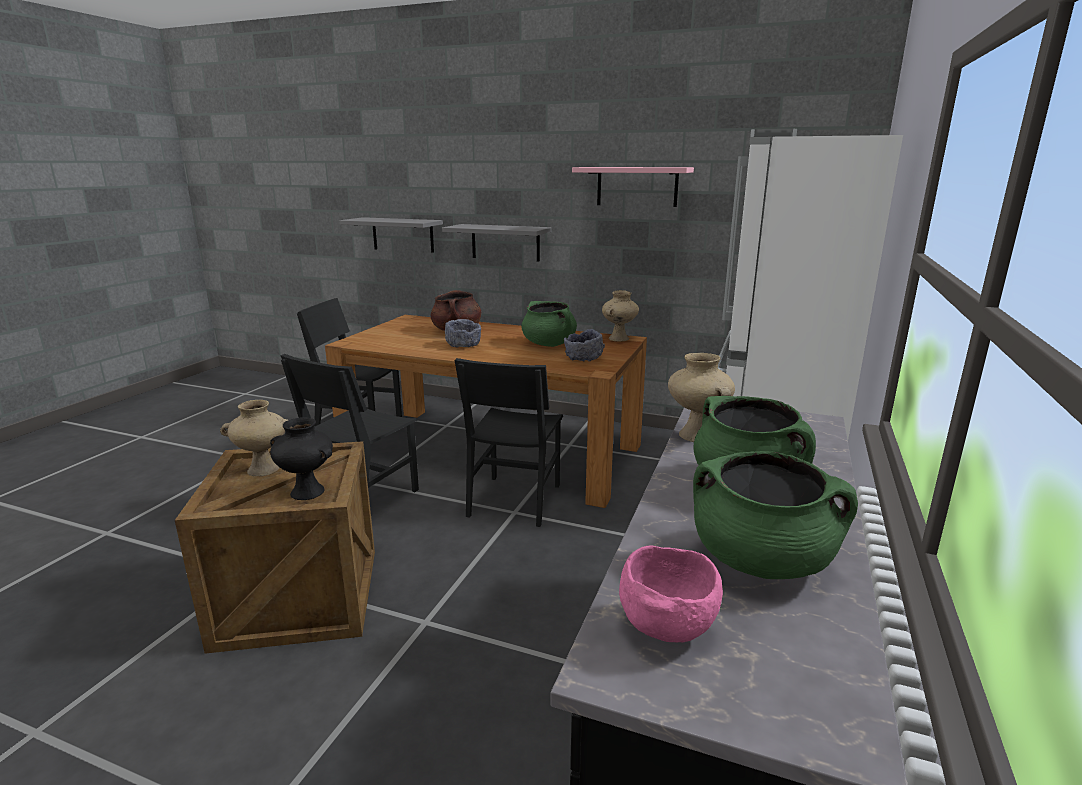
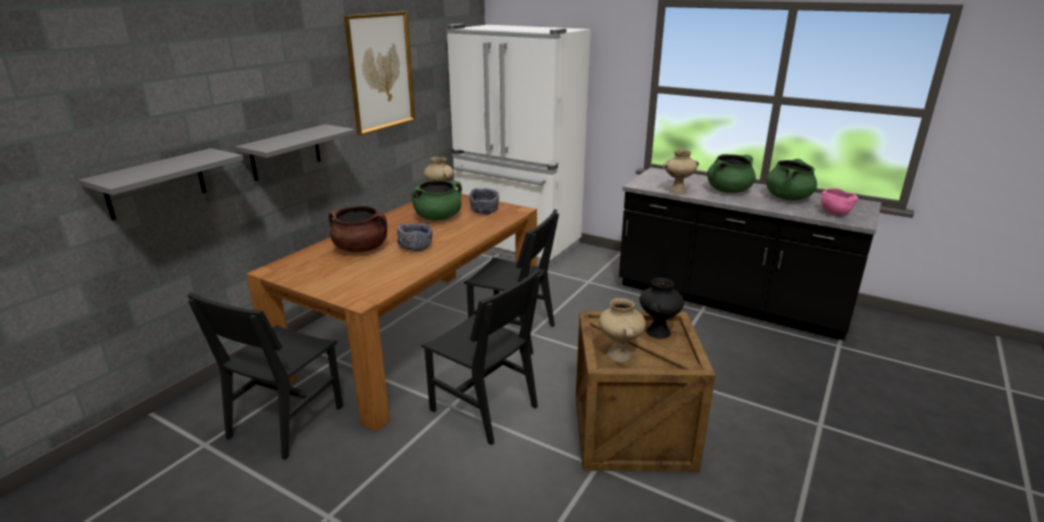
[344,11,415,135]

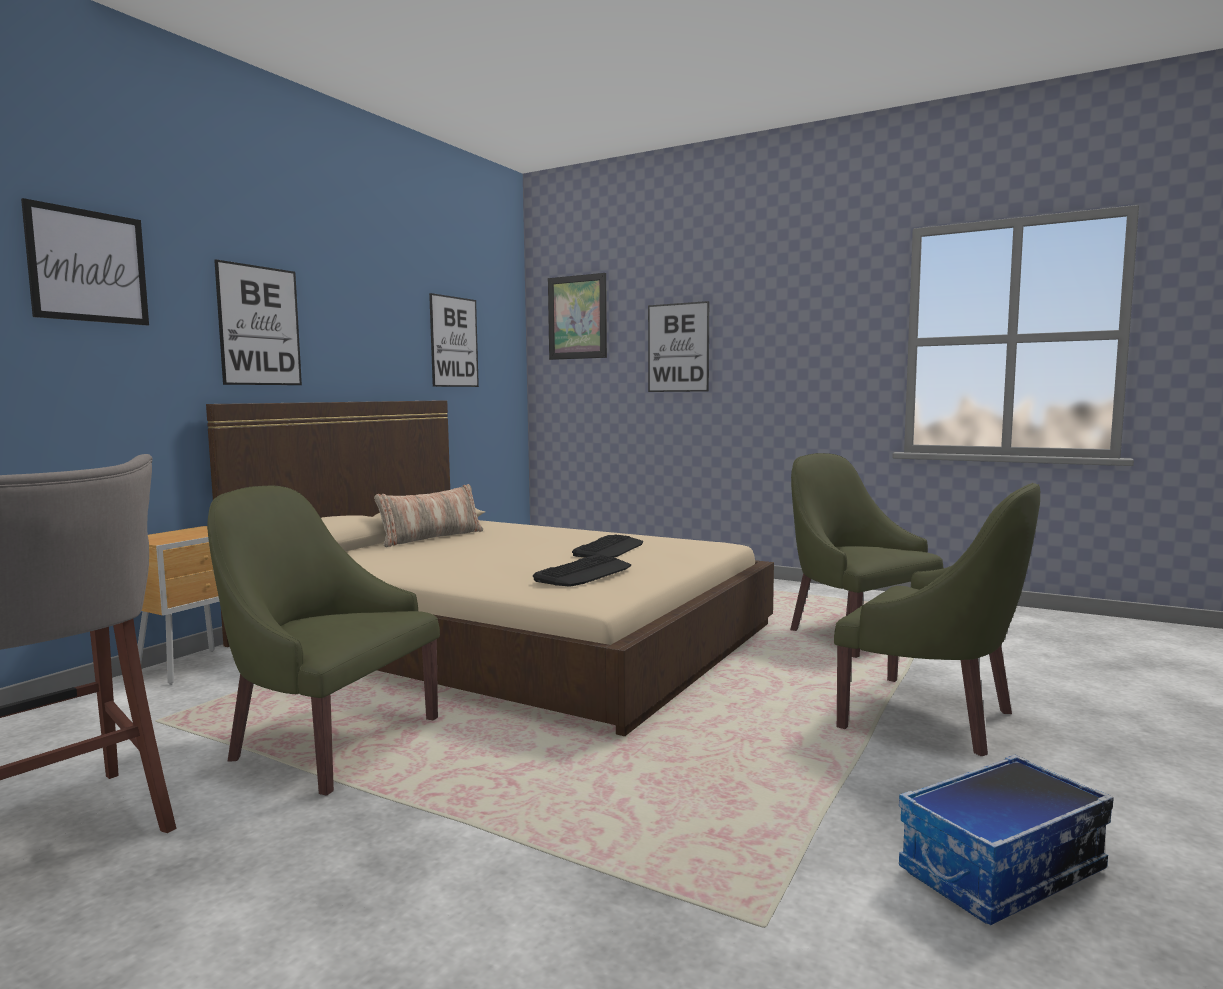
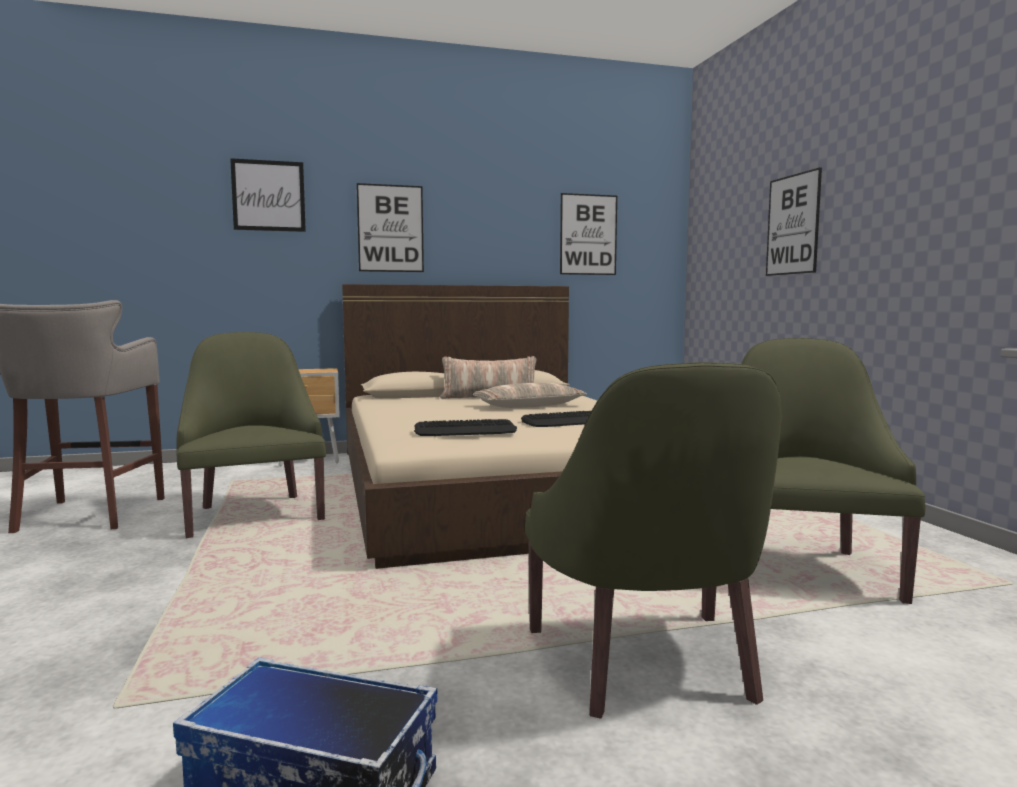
[548,273,607,360] (first image)
[473,383,587,408]

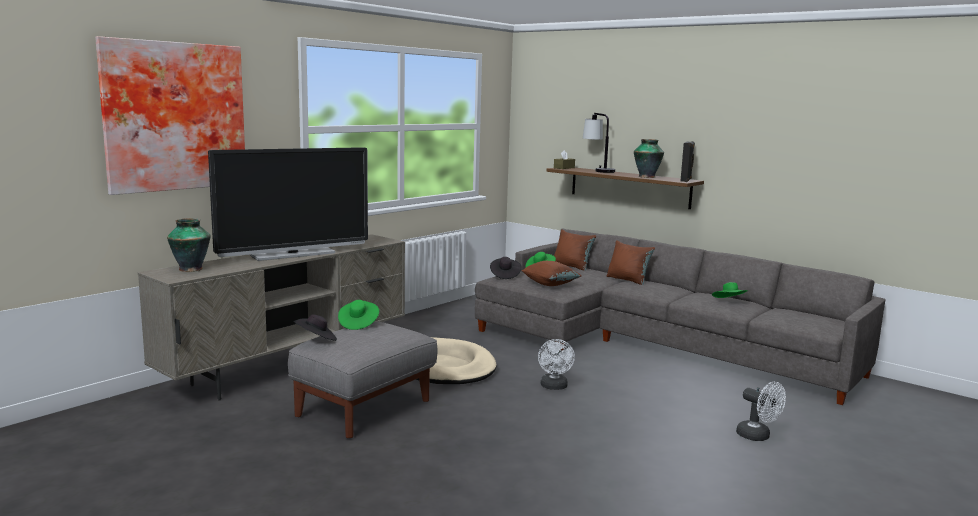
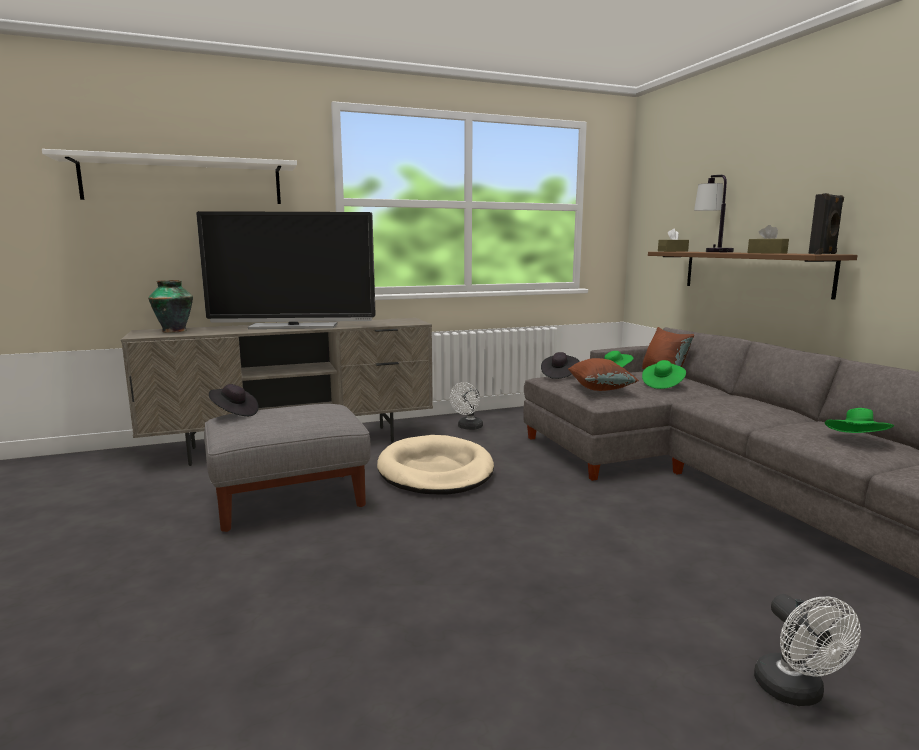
[607,240,655,285] (first image)
[642,360,686,389]
[450,382,483,430]
[42,149,297,204]
[748,225,789,254]

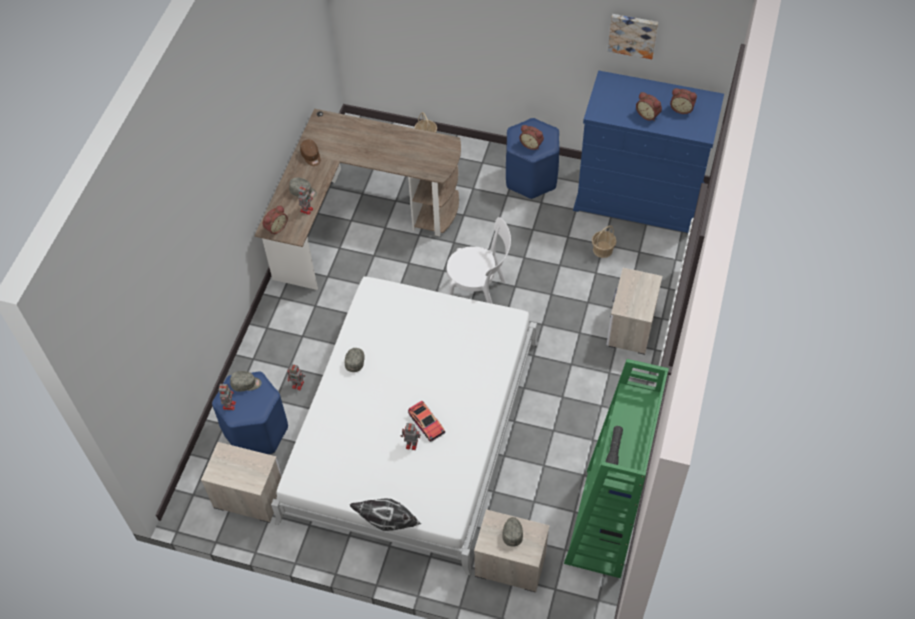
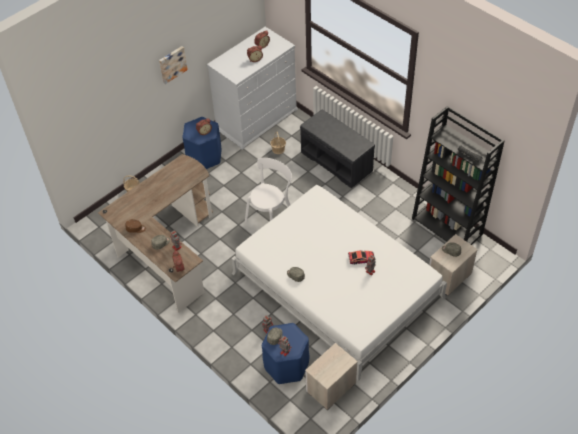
[350,499,421,531] (first image)
[159,46,188,84]
[300,110,375,188]
[412,106,505,245]
[207,27,298,150]

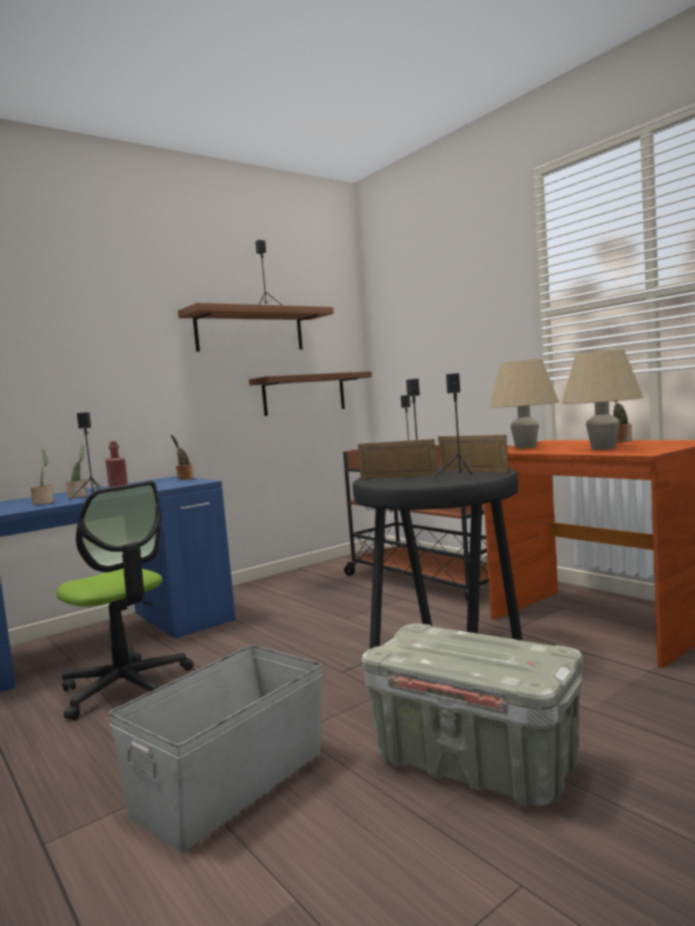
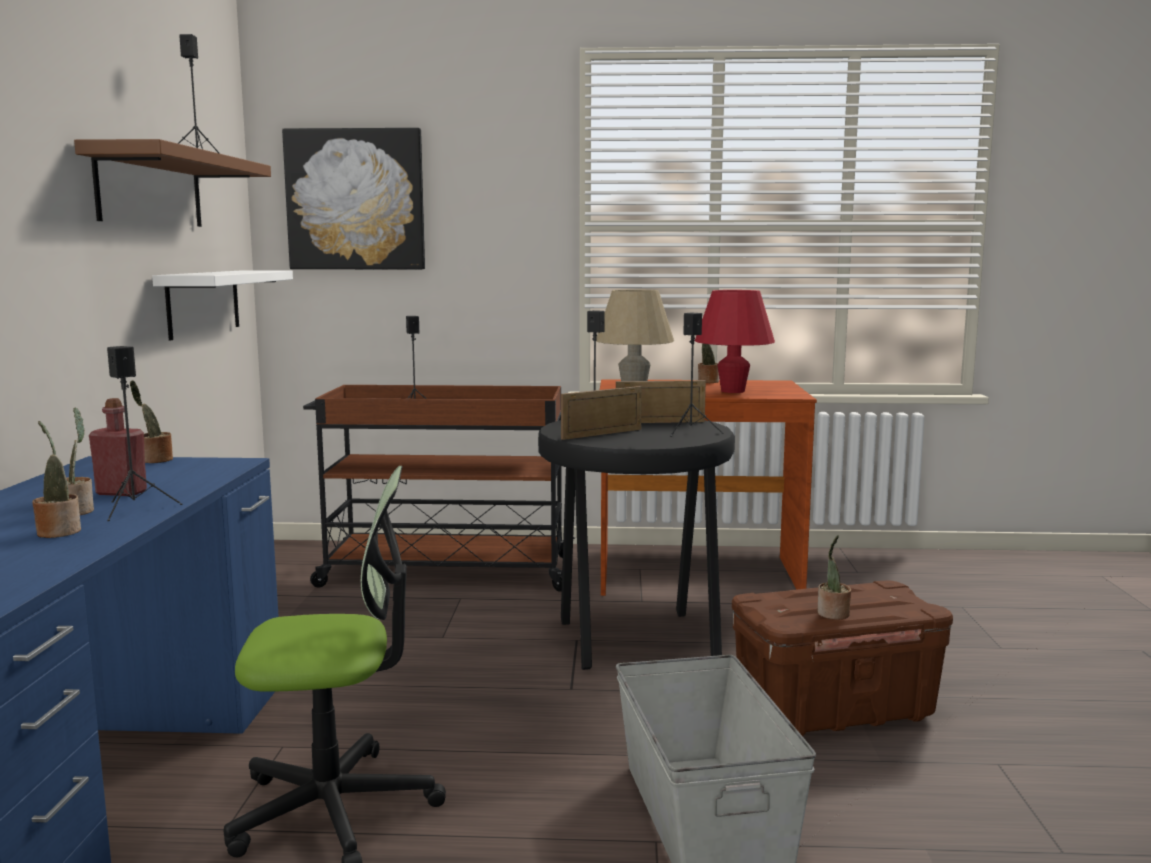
[282,128,425,270]
[817,535,851,620]
[152,270,293,340]
[732,580,953,736]
[695,290,775,393]

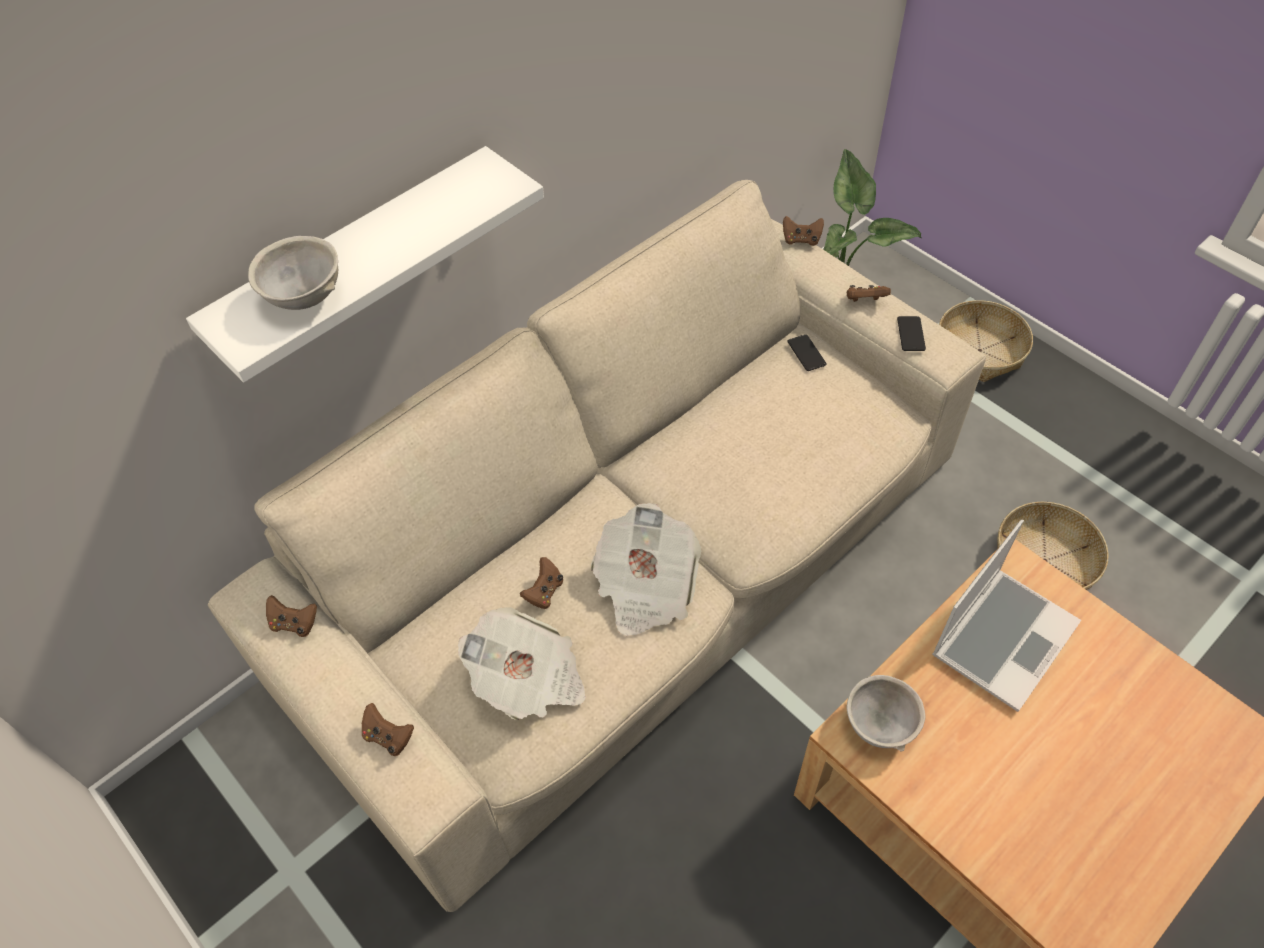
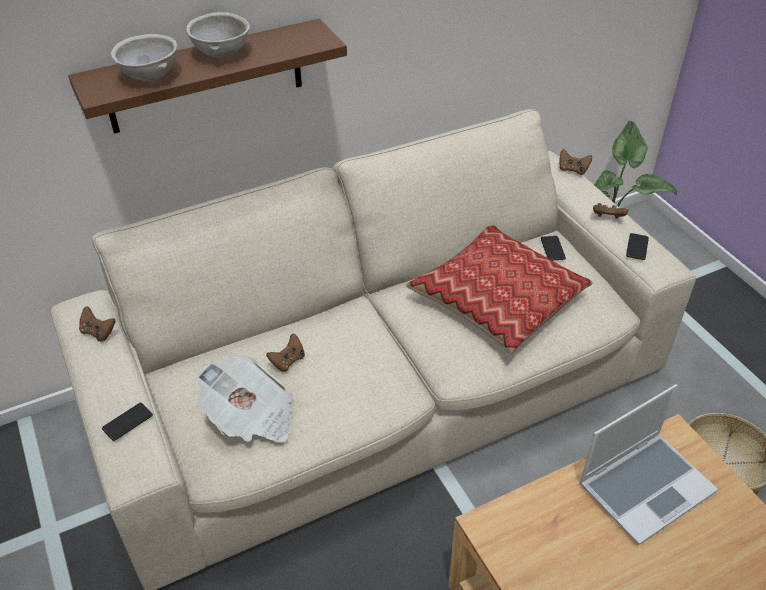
[591,503,701,636] (first image)
[939,300,1033,382] (first image)
[406,225,592,354]
[186,12,250,58]
[102,403,153,441]
[68,19,347,134]

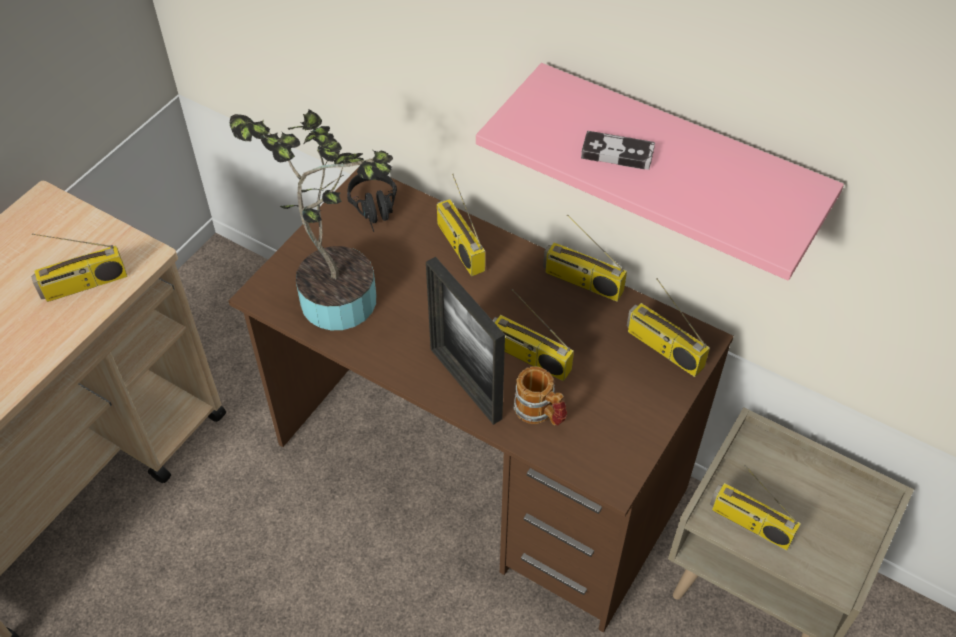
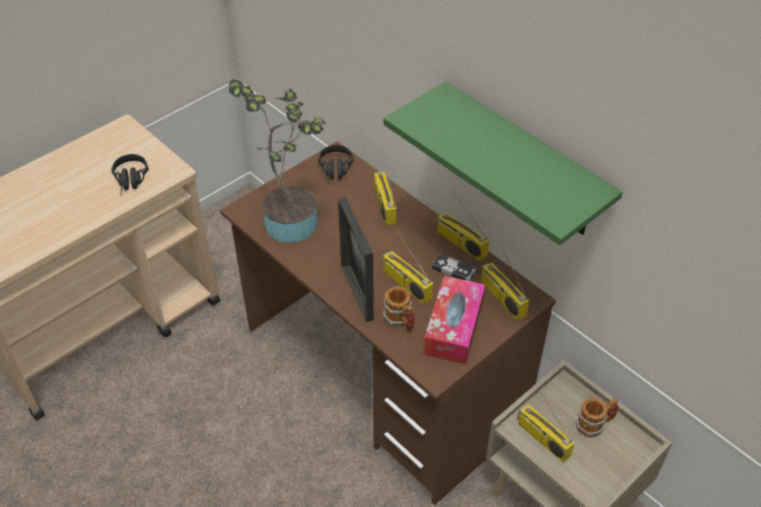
[423,276,486,364]
[576,398,618,437]
[432,253,477,281]
[111,154,149,194]
[383,81,623,246]

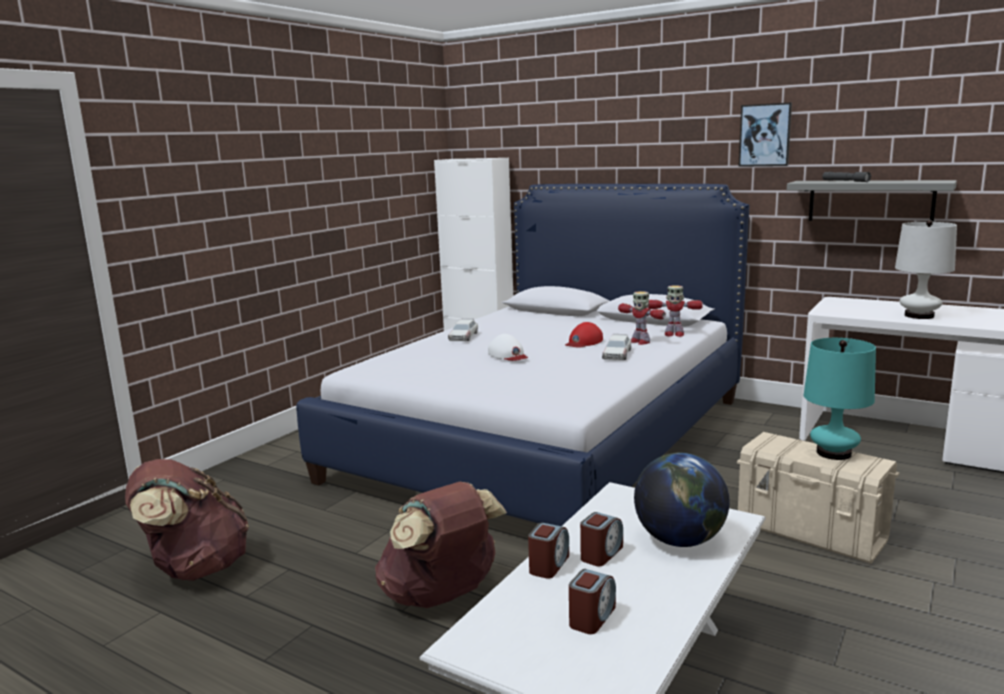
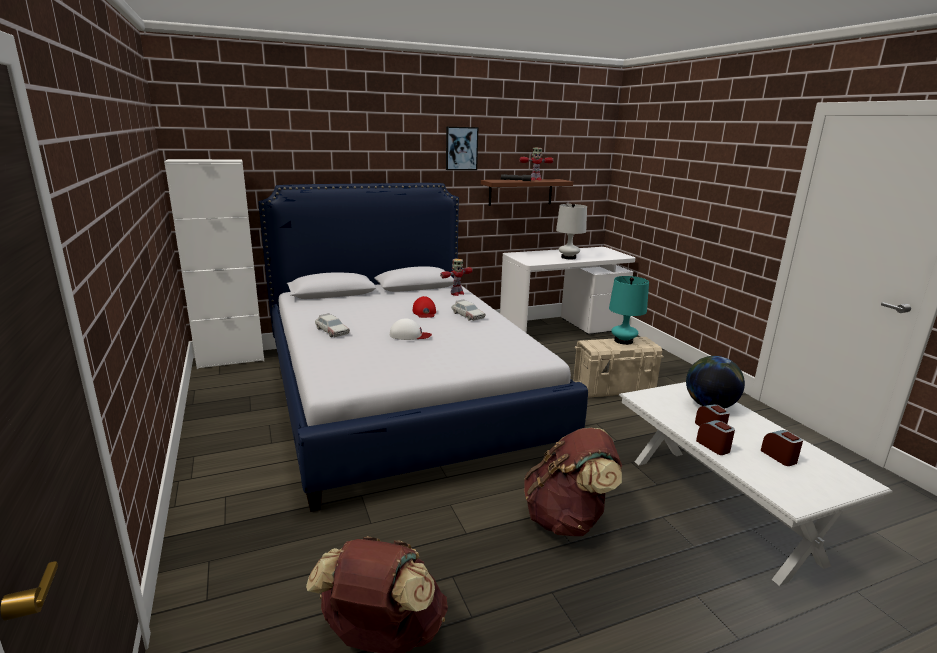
[519,148,553,181]
[481,179,573,206]

